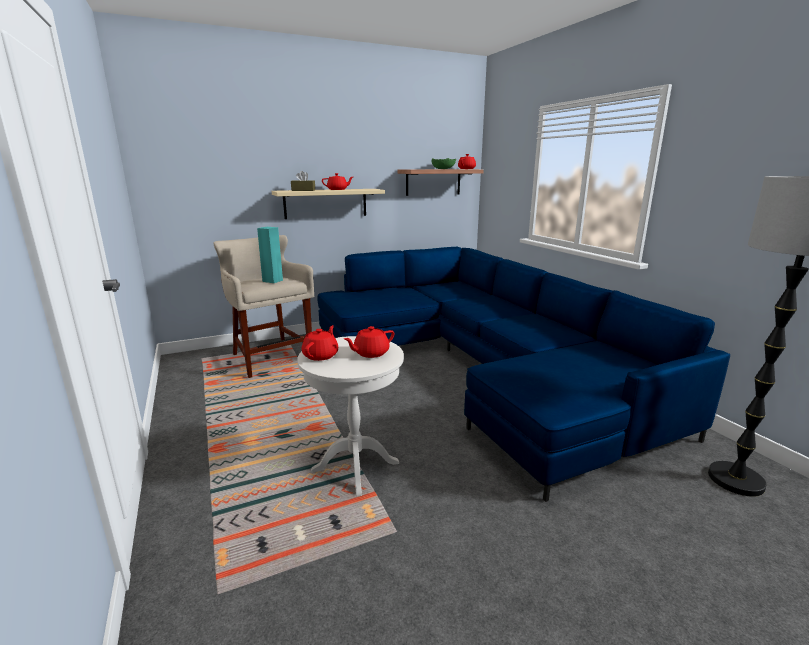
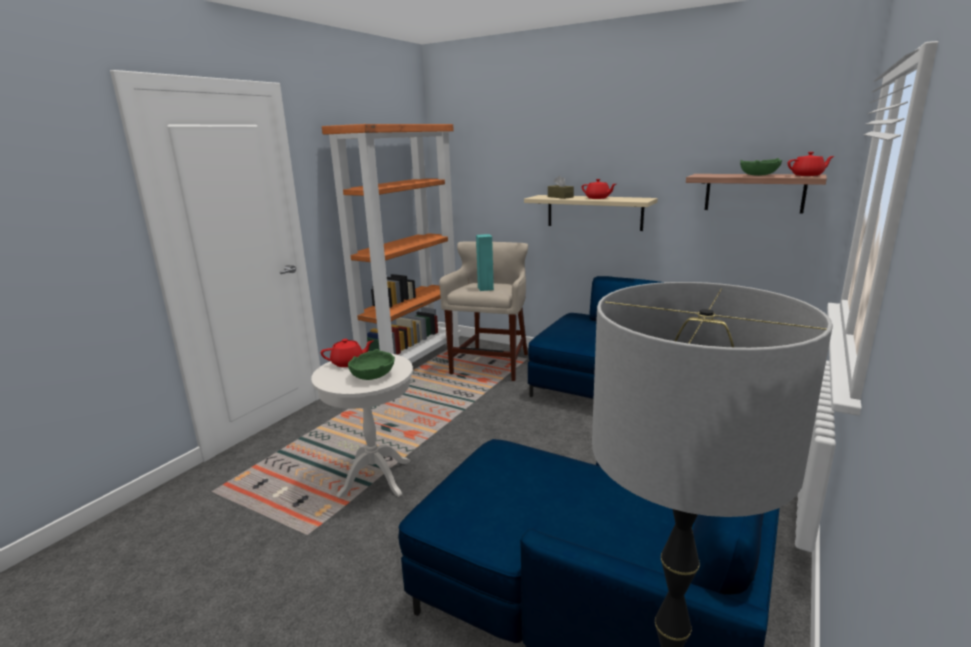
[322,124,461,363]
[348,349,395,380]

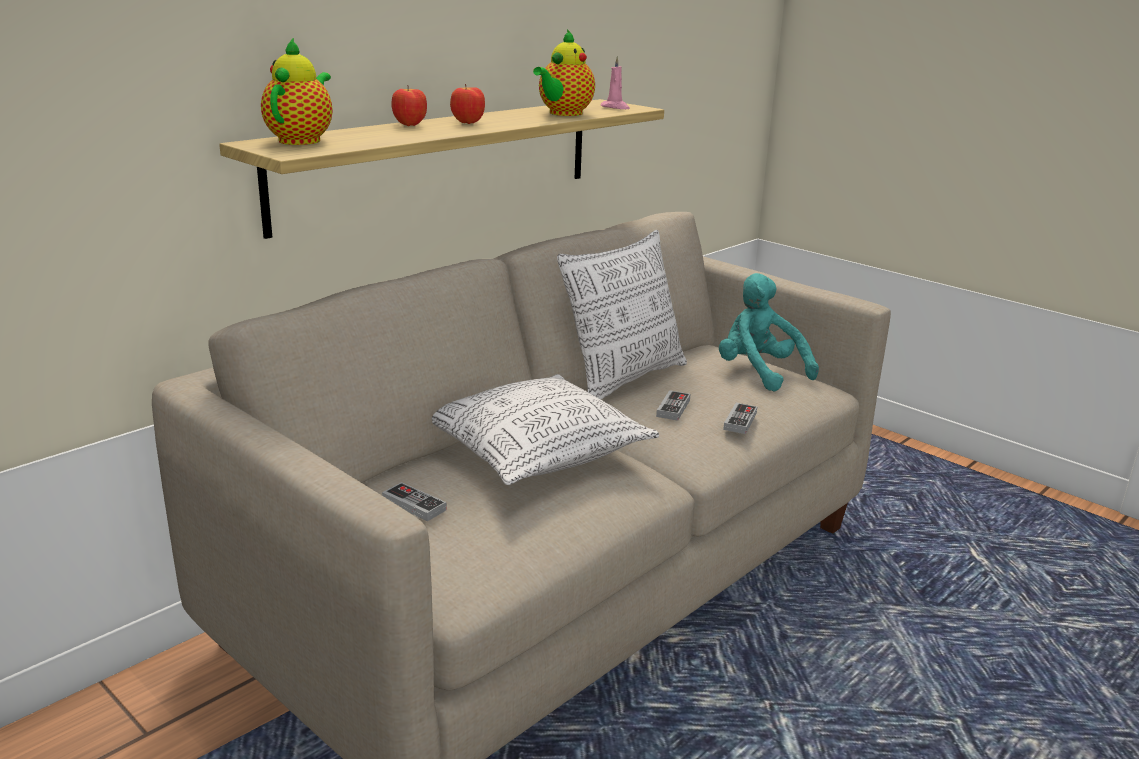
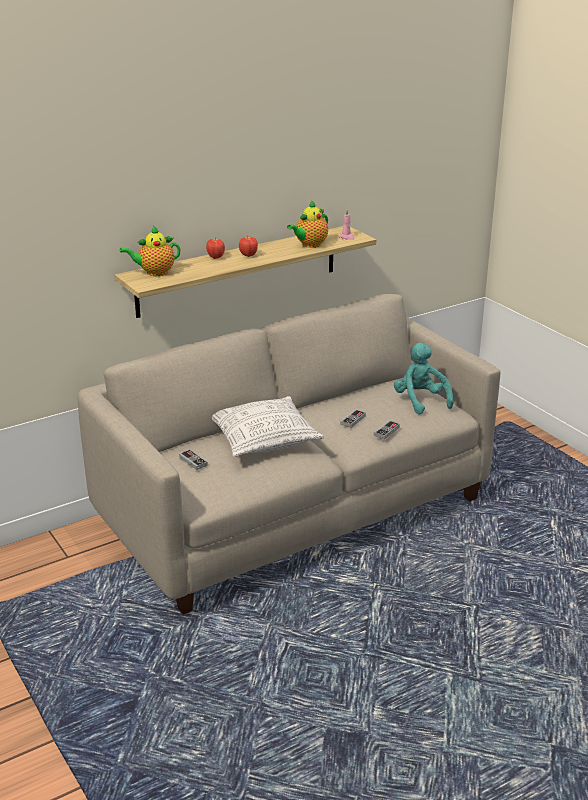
[557,230,687,400] (first image)
[120,226,180,276]

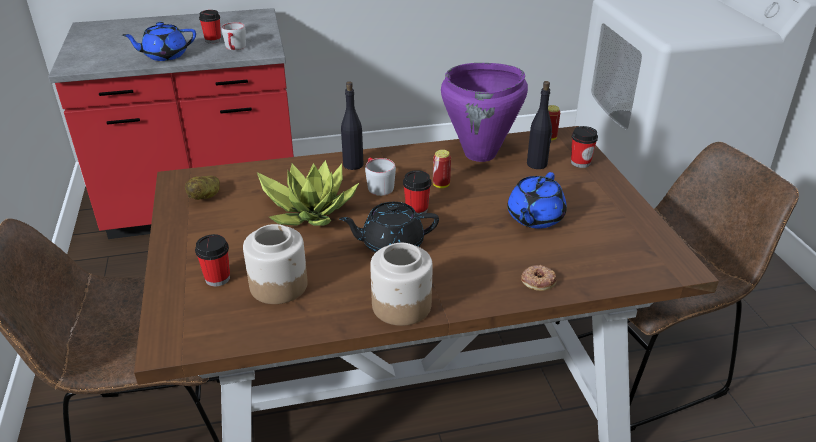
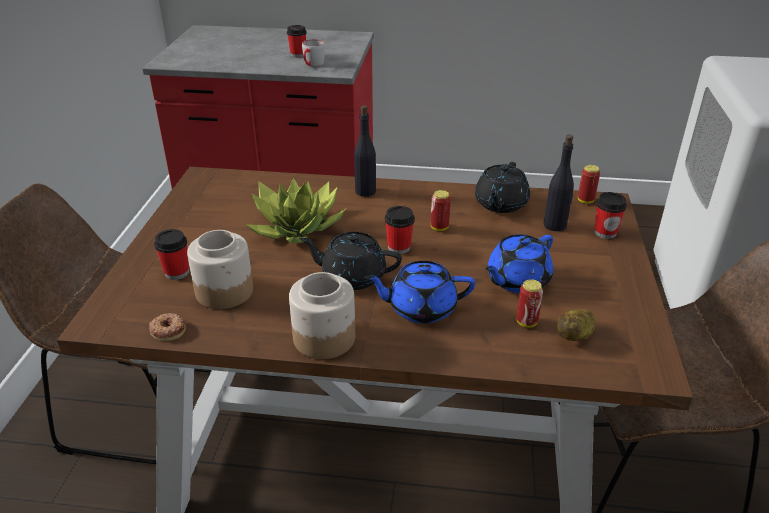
[365,158,396,196] (first image)
[516,279,543,328]
[365,261,475,324]
[557,309,595,341]
[149,313,186,341]
[475,162,530,213]

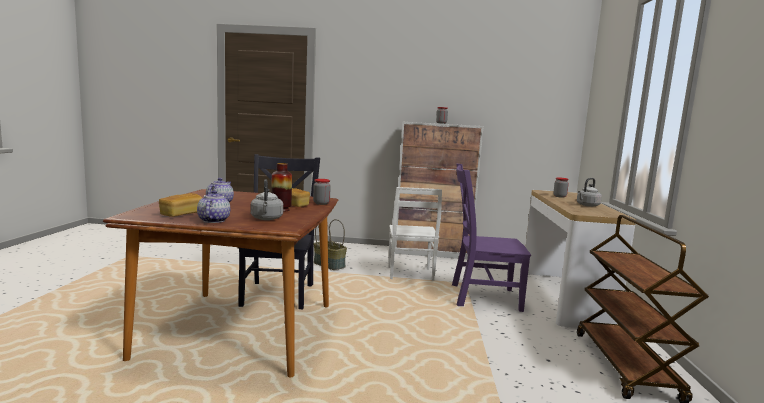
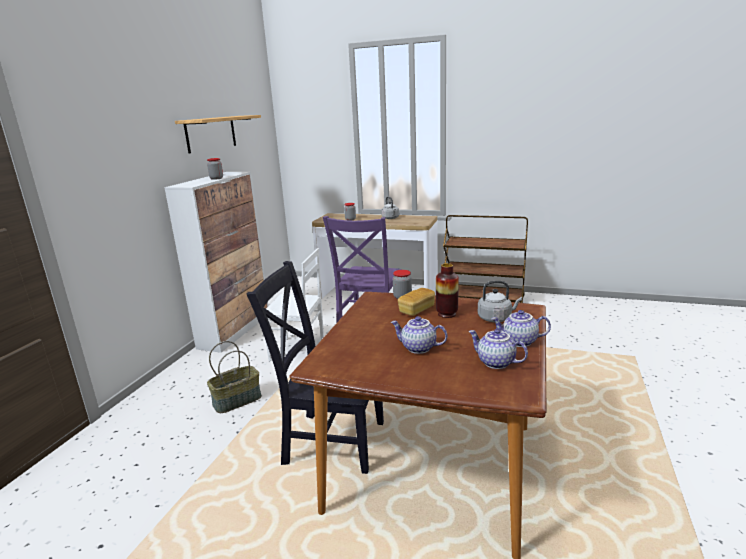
[175,115,261,154]
[468,329,528,369]

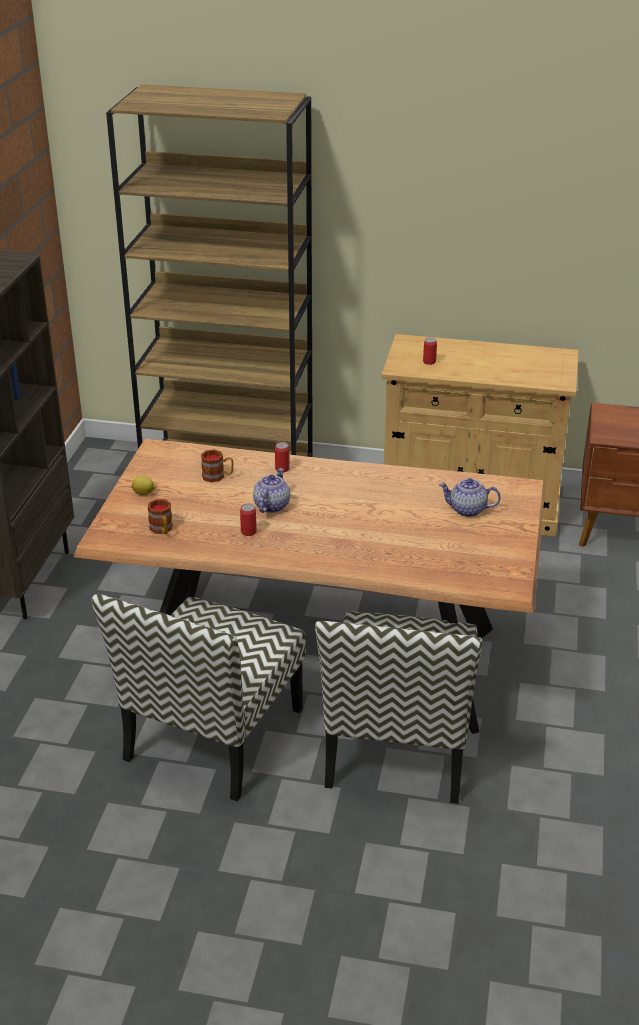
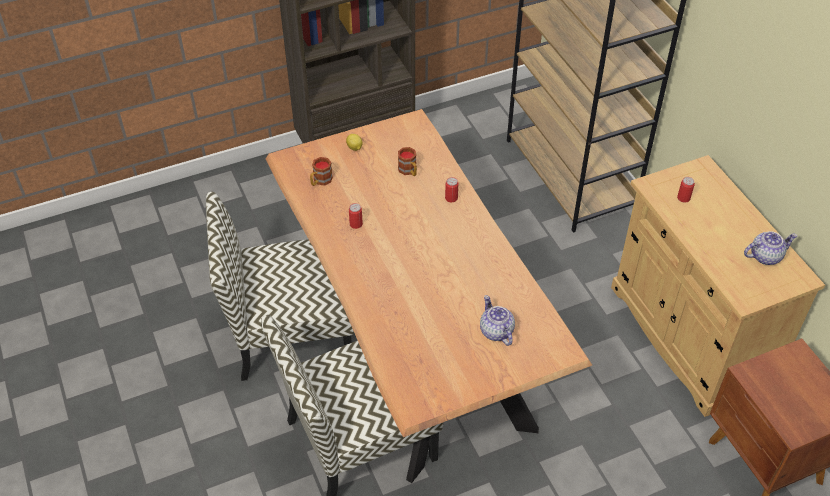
[744,231,797,265]

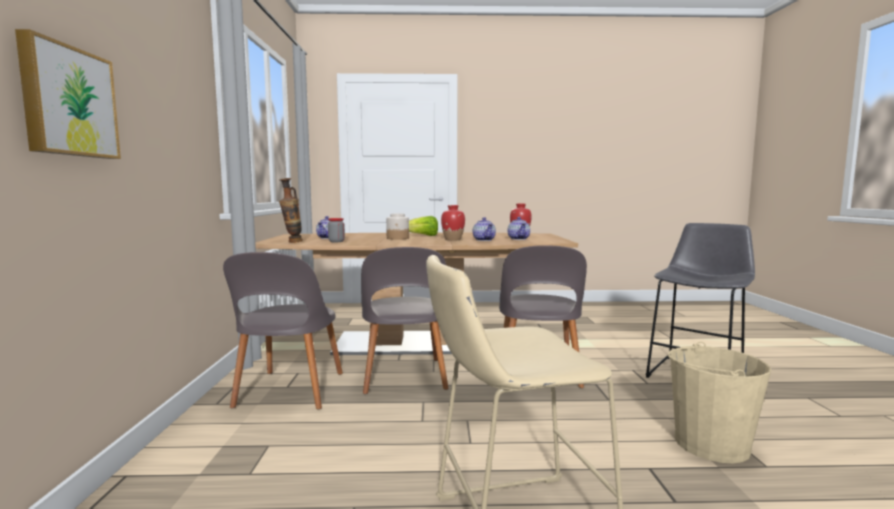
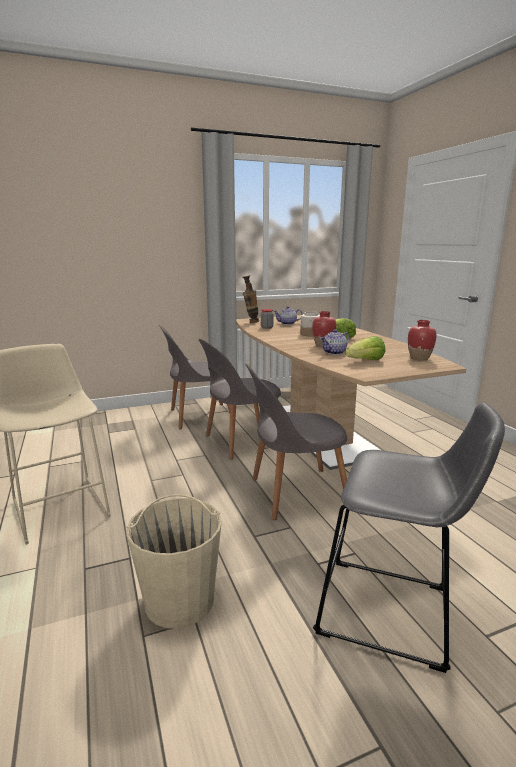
[15,29,121,159] (first image)
[346,336,385,360]

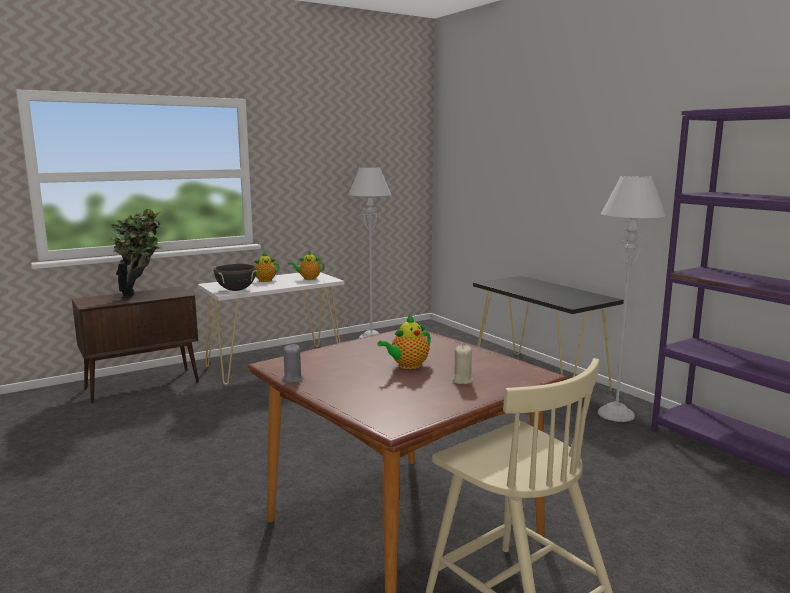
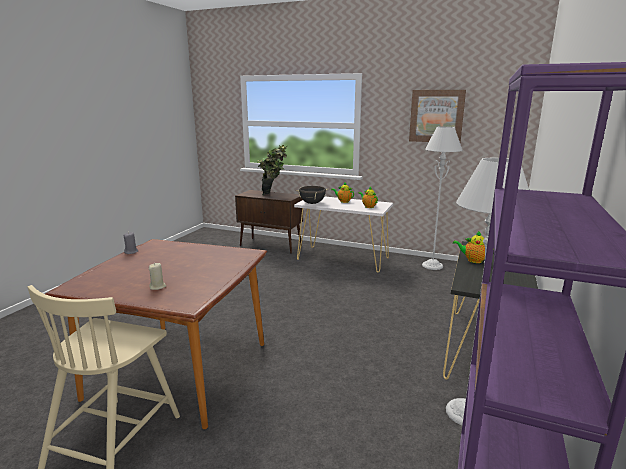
[409,90,466,142]
[453,231,494,263]

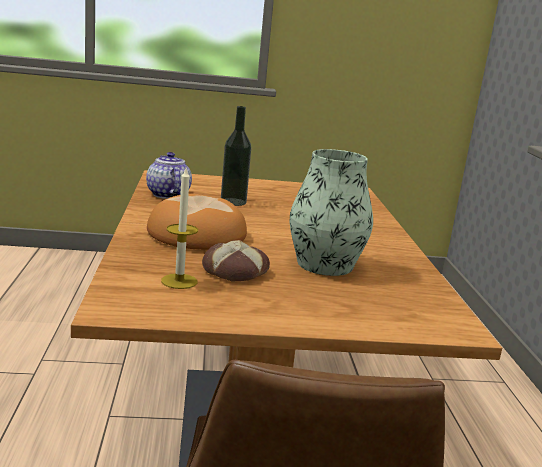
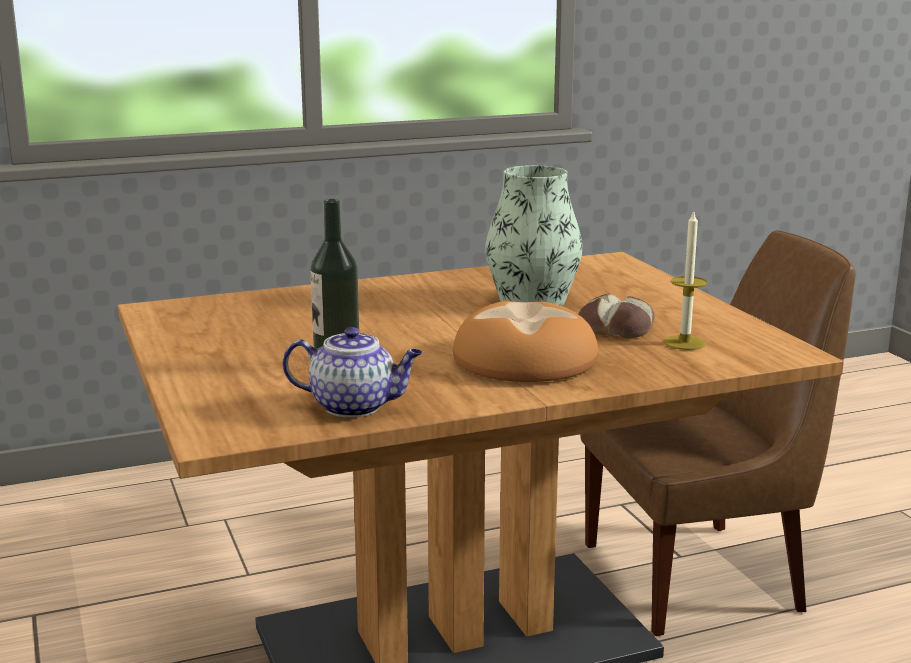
[283,327,423,417]

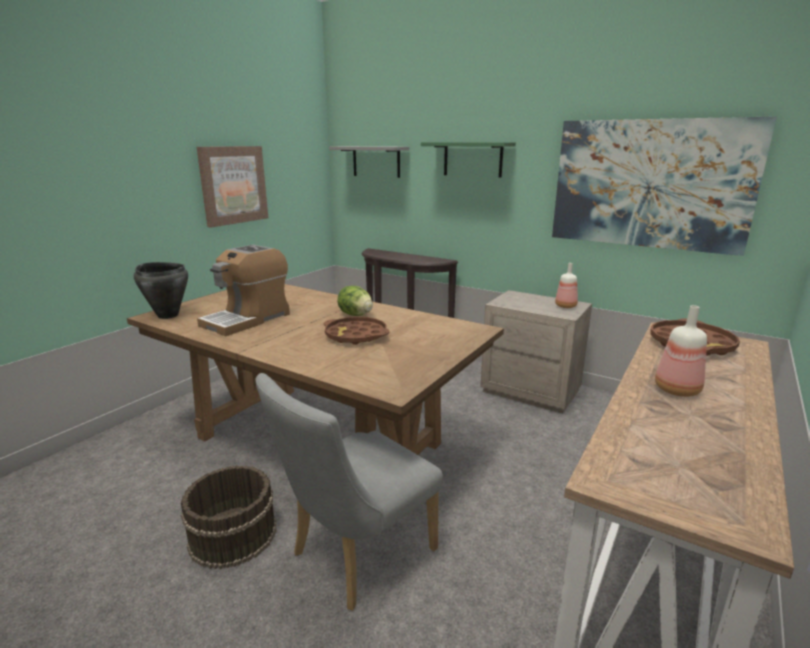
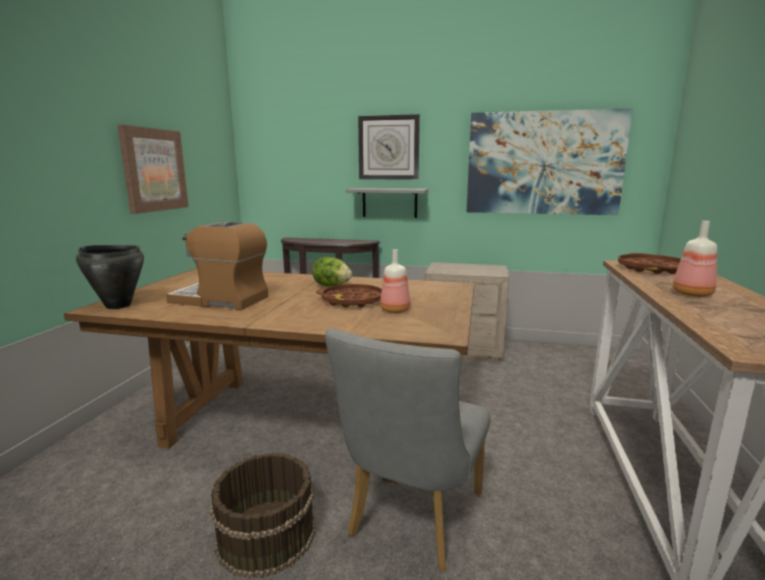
[345,188,428,218]
[380,249,410,313]
[358,114,420,180]
[166,222,268,310]

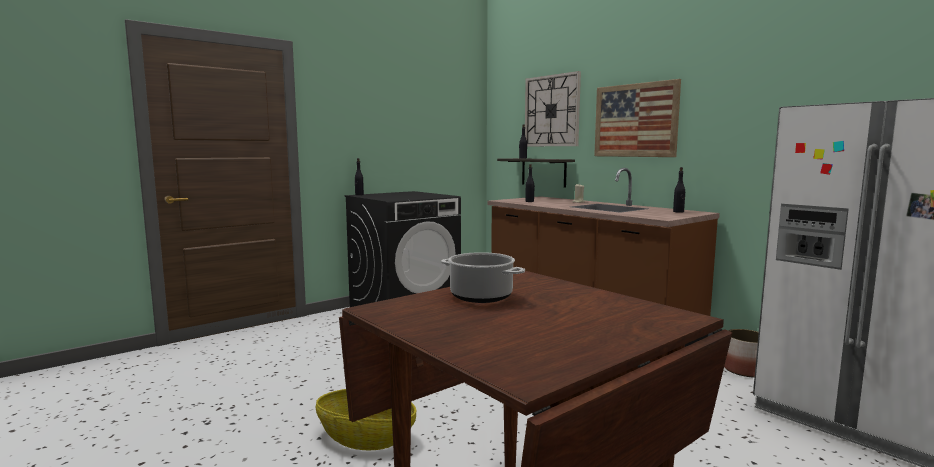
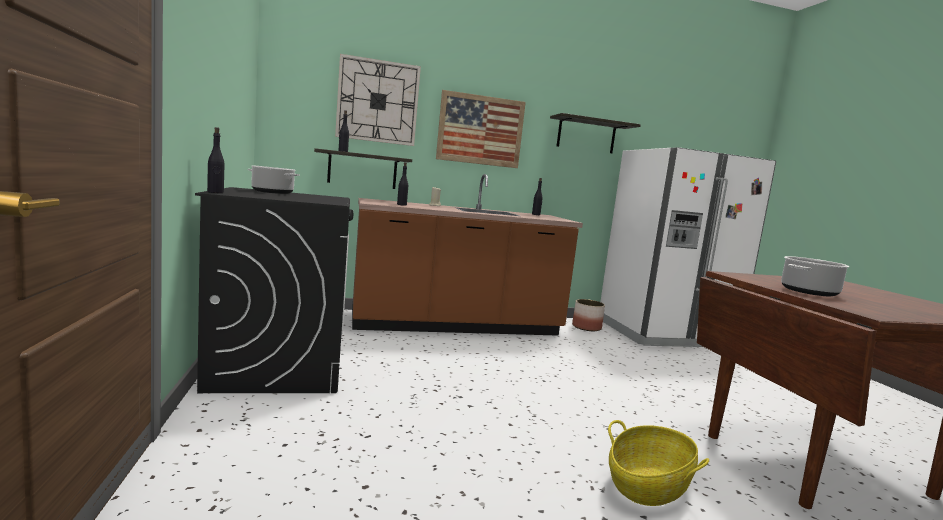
[248,165,300,194]
[550,113,641,153]

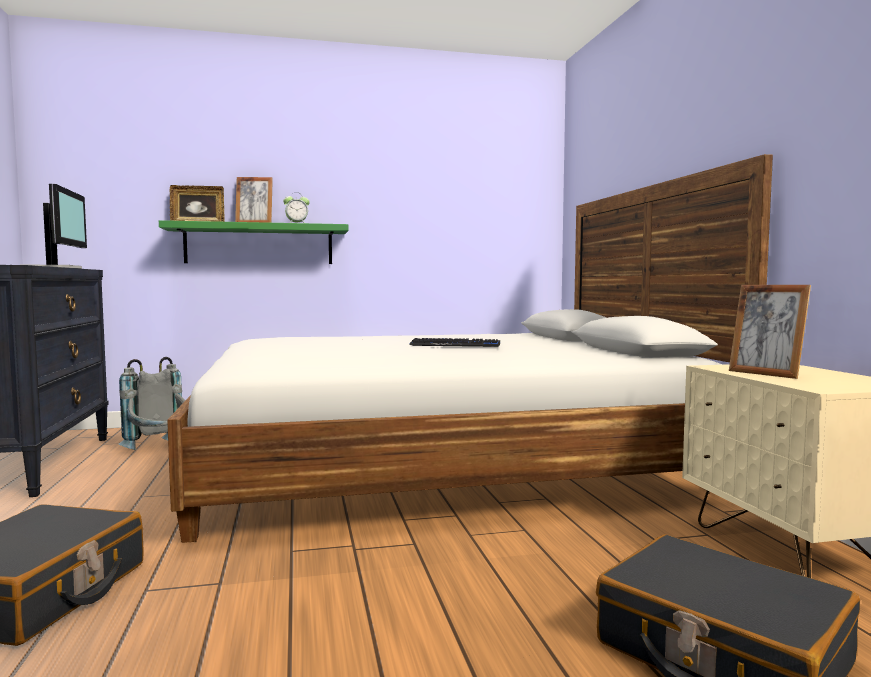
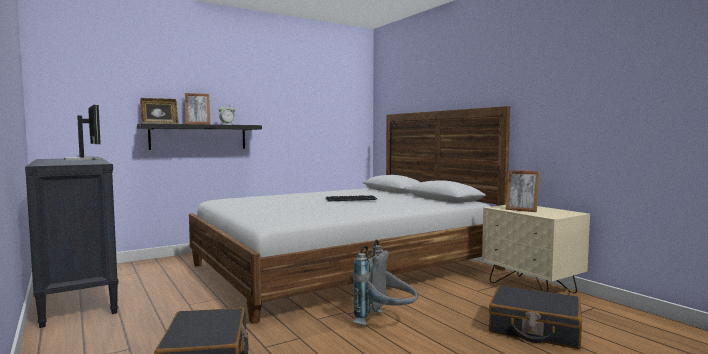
[352,240,418,326]
[137,123,262,150]

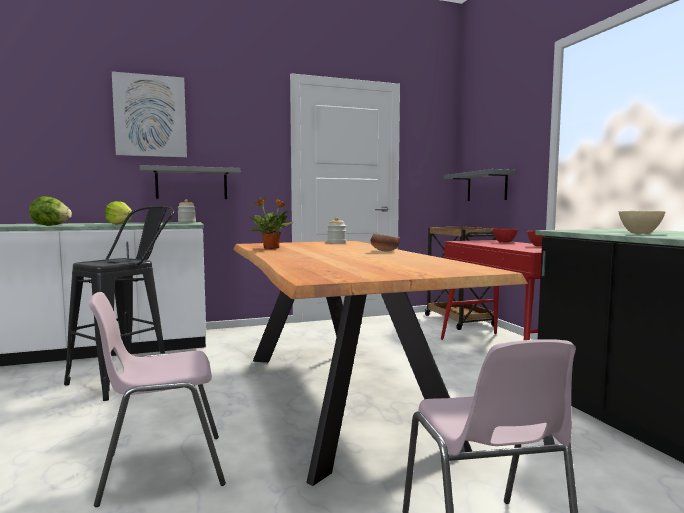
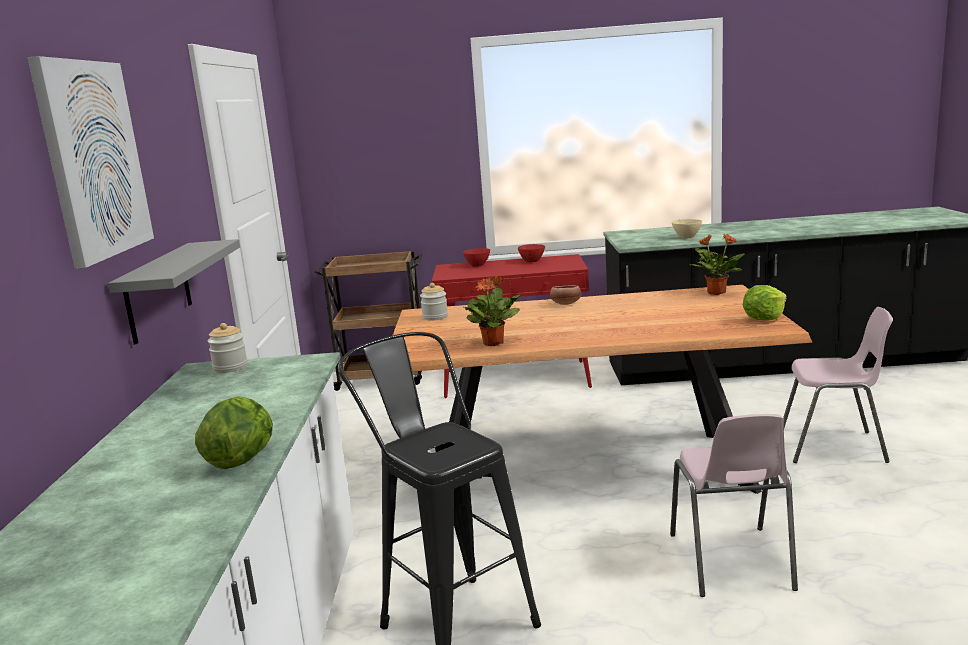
[444,169,515,201] (first image)
[689,234,745,295]
[743,285,787,320]

